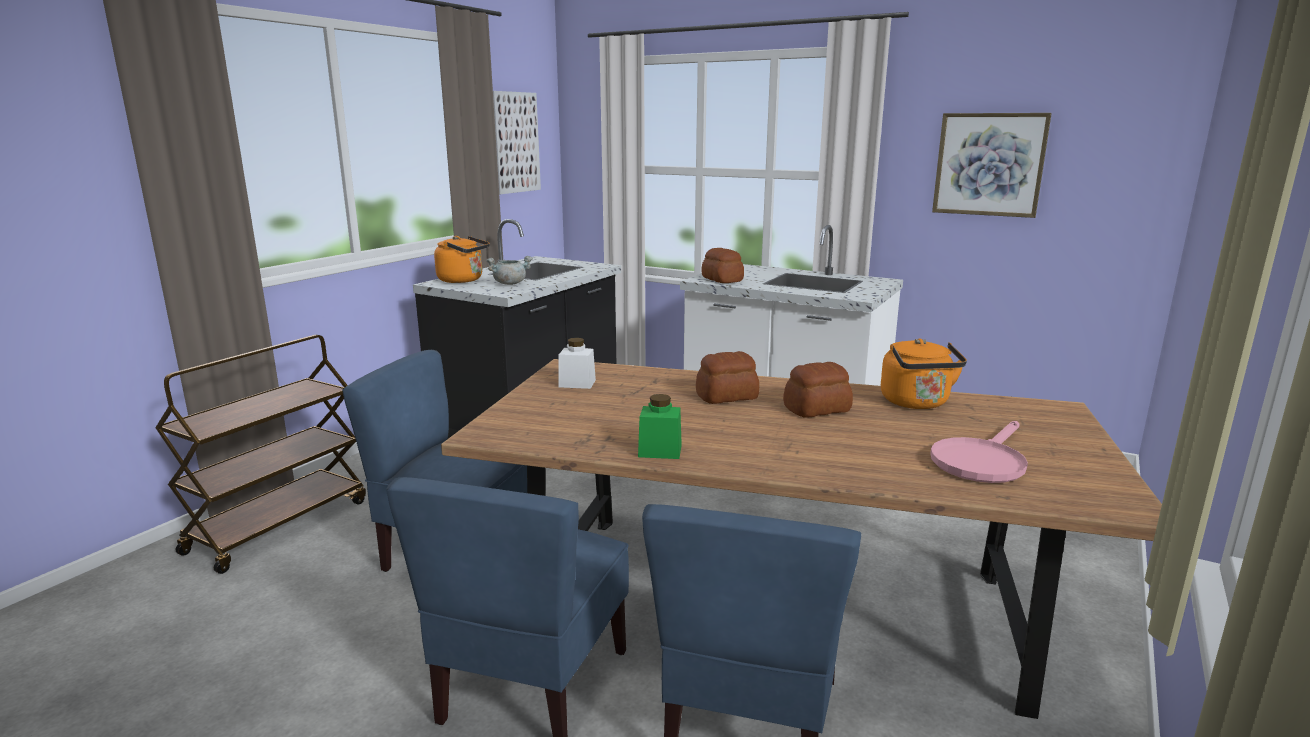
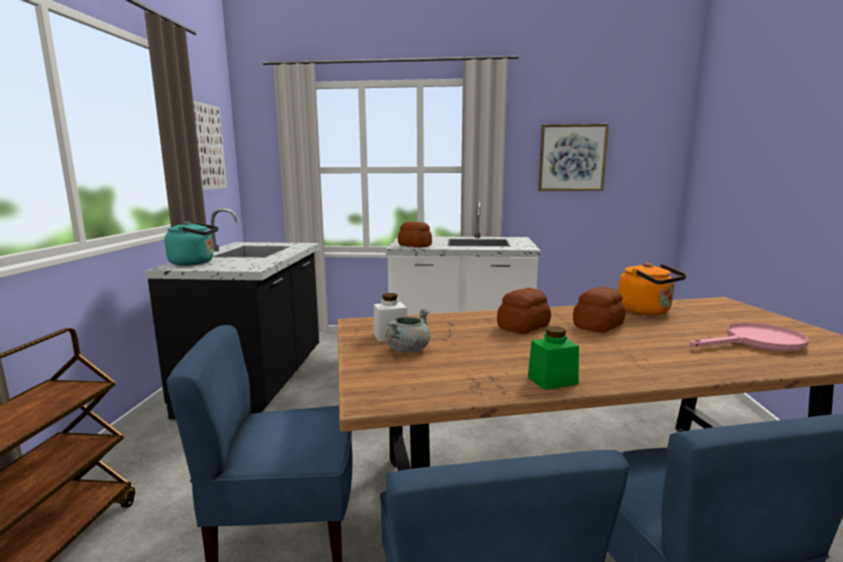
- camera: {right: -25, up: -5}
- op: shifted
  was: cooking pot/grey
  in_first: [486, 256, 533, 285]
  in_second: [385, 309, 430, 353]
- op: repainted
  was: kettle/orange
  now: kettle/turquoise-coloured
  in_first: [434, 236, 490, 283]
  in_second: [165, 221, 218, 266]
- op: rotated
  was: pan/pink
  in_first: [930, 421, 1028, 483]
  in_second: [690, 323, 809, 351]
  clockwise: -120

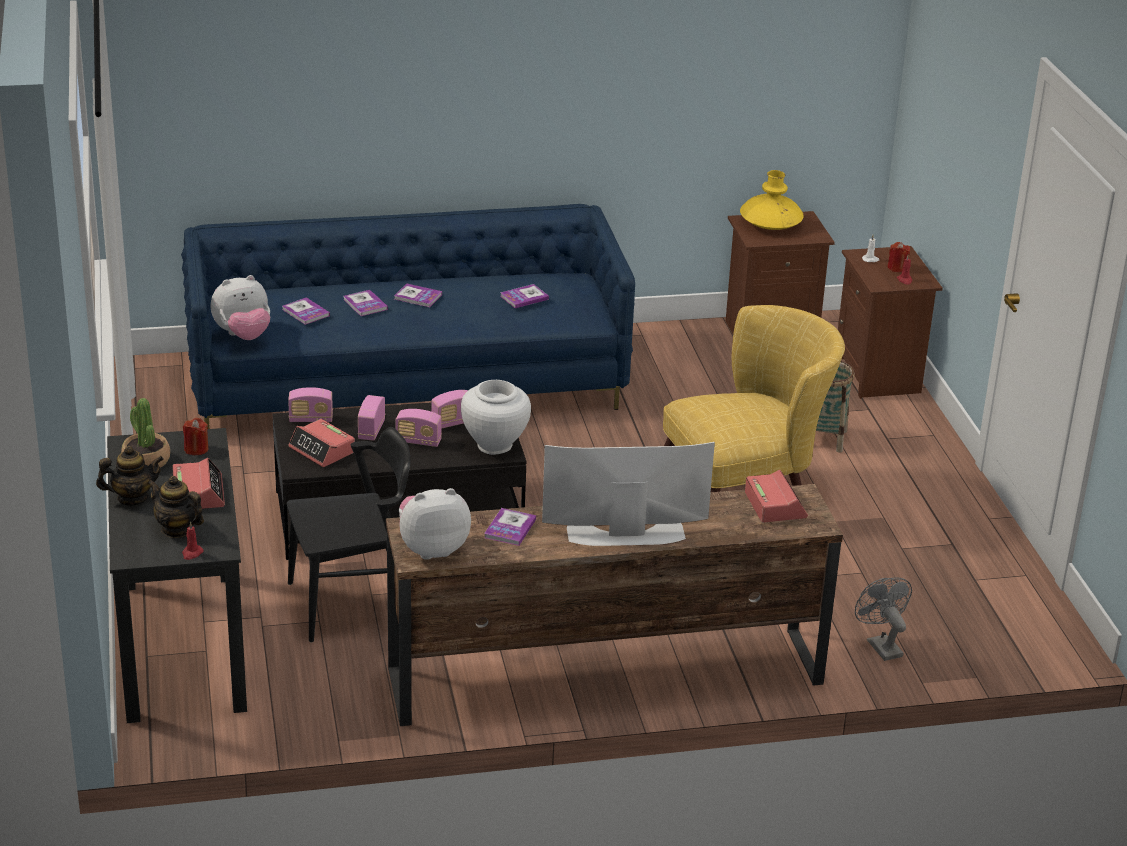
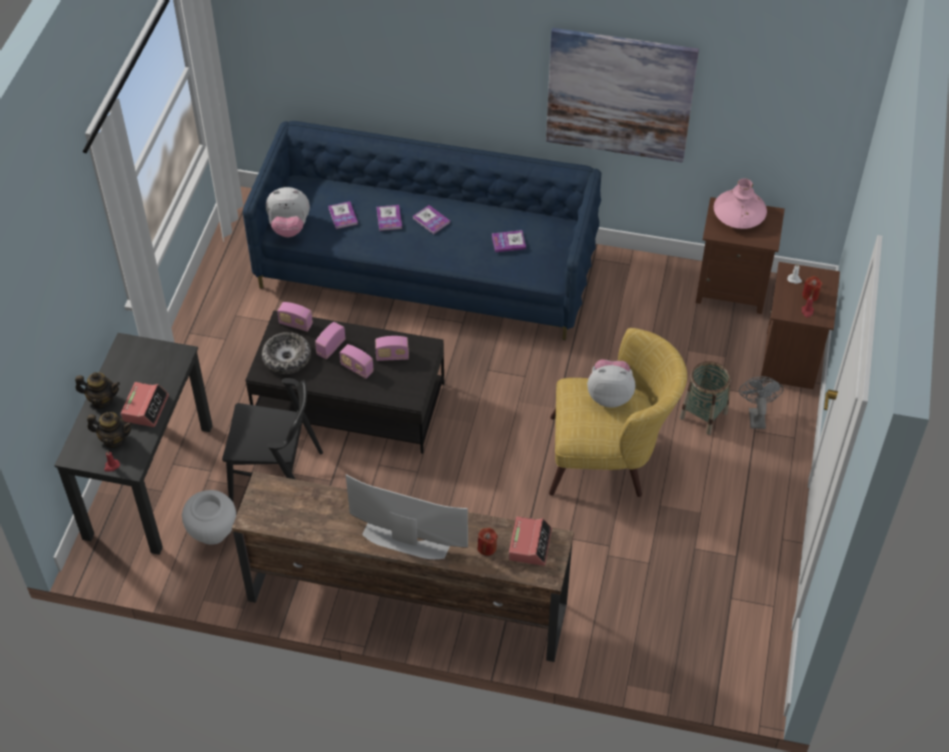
- camera: {right: 25, up: 20}
- op: gone
  was: plant in a pot
  in_first: [121, 398, 170, 467]
- op: gone
  was: bound book
  in_first: [484, 508, 536, 546]
- op: new
  now: wall picture
  in_second: [546, 28, 699, 163]
- op: shifted
  was: candle/reddish
  in_first: [183, 418, 208, 455]
  in_second: [477, 528, 498, 556]
- op: shifted
  was: soft toy
  in_first: [399, 488, 471, 560]
  in_second: [587, 359, 636, 408]
- op: shifted
  was: decorative vase/white-coloured
  in_first: [461, 380, 531, 455]
  in_second: [182, 490, 236, 545]
- op: shifted
  was: cooling fan/grey
  in_first: [855, 577, 912, 661]
  in_second: [739, 376, 784, 429]
- op: swapped
  was: table clock
  now: bowl
  in_first: [289, 419, 355, 467]
  in_second: [262, 332, 311, 374]
- op: repainted
  was: decorative vase/yellow
  now: decorative vase/pink
  in_first: [740, 170, 804, 230]
  in_second: [714, 178, 767, 229]
- op: rotated
  was: teapot
  in_first: [148, 476, 204, 538]
  in_second: [87, 412, 133, 448]
  clockwise: 135

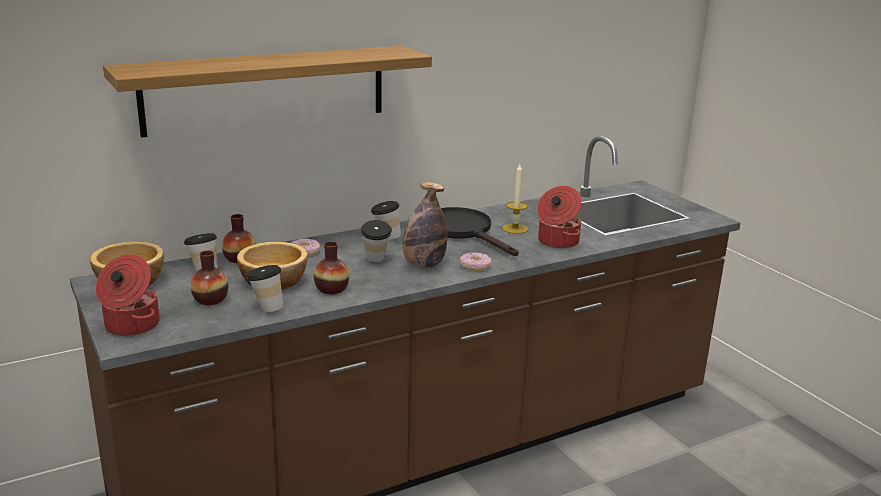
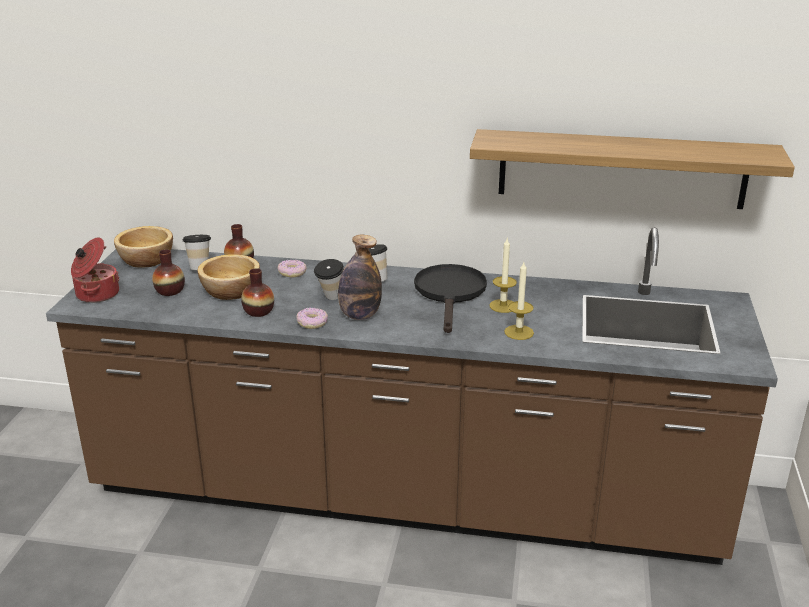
- camera: {right: 40, up: 5}
- op: gone
  was: cup
  in_first: [246, 265, 283, 312]
- op: shifted
  was: bracket shelf
  in_first: [103, 46, 432, 138]
  in_second: [470, 129, 795, 209]
- op: shifted
  was: ring doughnut
  in_first: [460, 252, 491, 271]
  in_second: [296, 308, 328, 329]
- op: swapped
  was: cooking pot
  now: candle
  in_first: [537, 186, 582, 249]
  in_second: [504, 262, 534, 340]

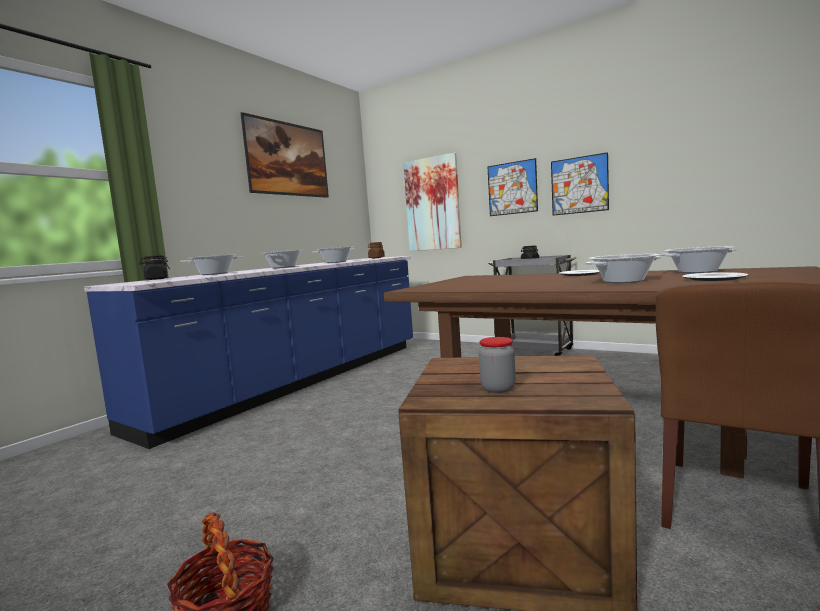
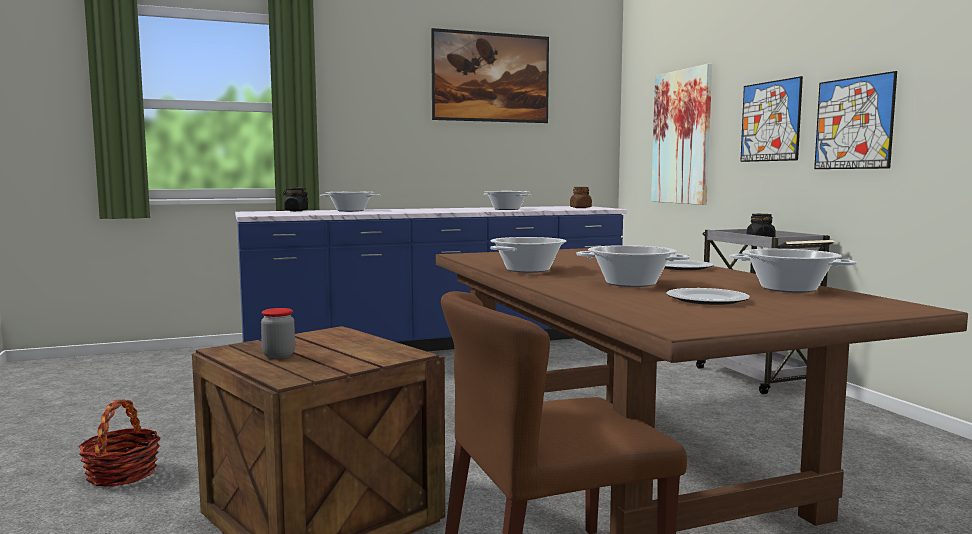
- camera: {right: 35, up: 0}
- op: shifted
  was: cooking pot
  in_first: [263, 250, 303, 268]
  in_second: [490, 237, 567, 273]

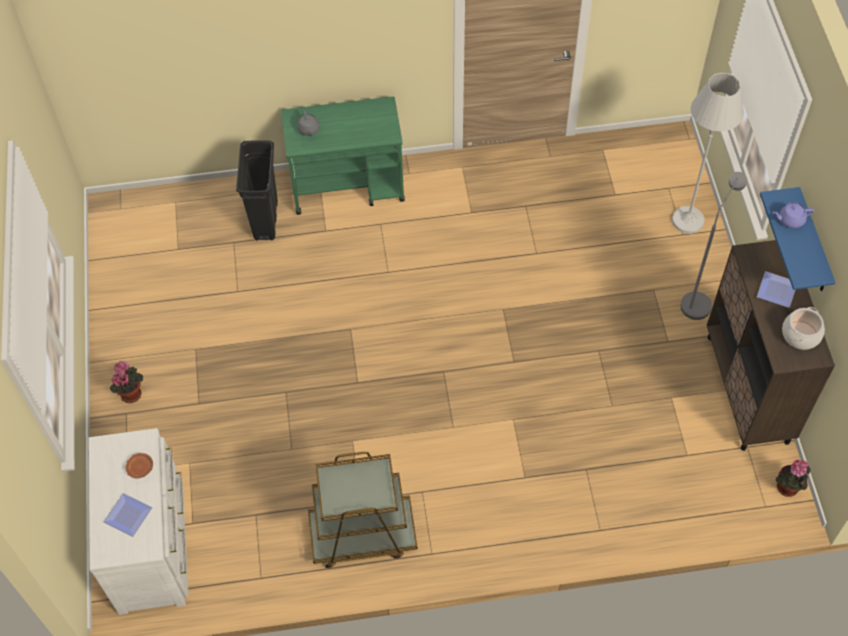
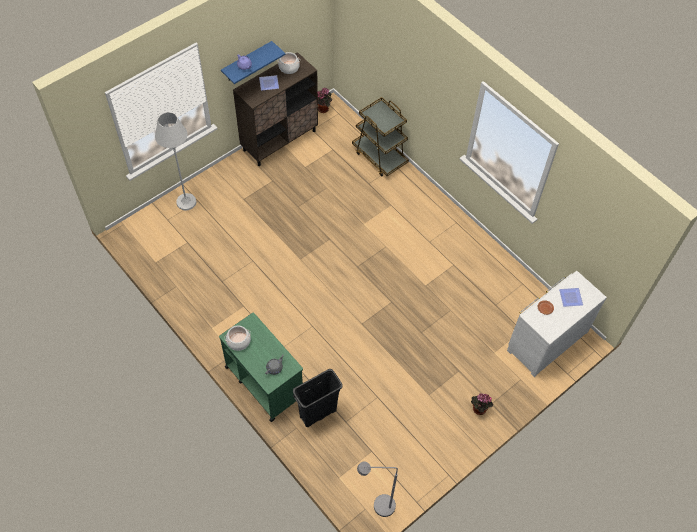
- camera: {right: -125, up: 0}
- op: new
  now: cooking pot
  in_second: [224, 325, 251, 351]
- op: shifted
  was: wheeled cart/brown
  in_first: [308, 452, 418, 568]
  in_second: [352, 97, 409, 177]
- op: shifted
  was: standard lamp/grey
  in_first: [680, 172, 747, 320]
  in_second: [357, 461, 398, 517]

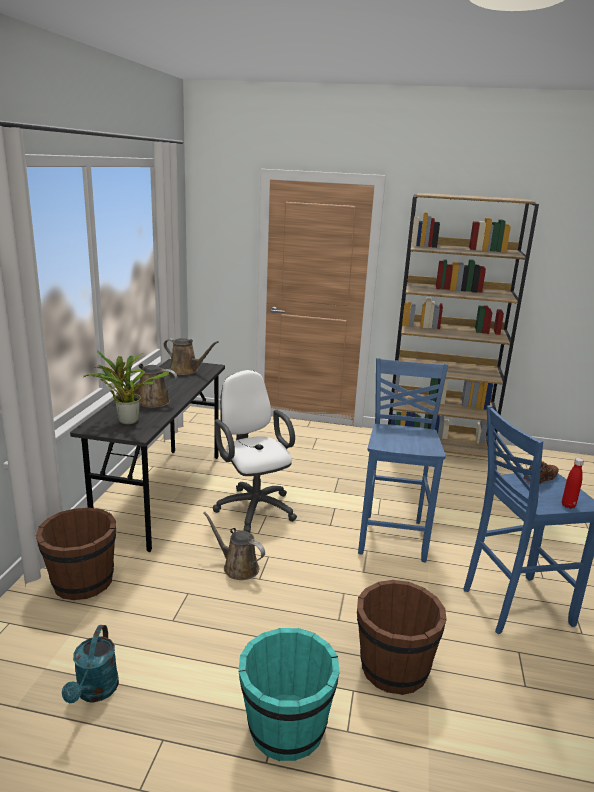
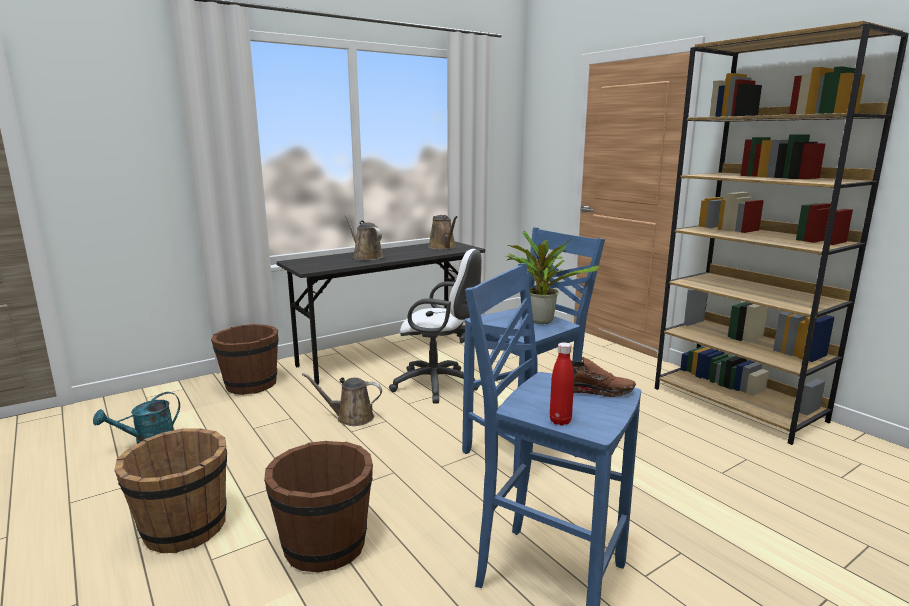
- camera: {right: 45, up: -5}
- op: shifted
  was: plant in a pot
  in_first: [83, 351, 169, 425]
  in_second: [506, 231, 599, 324]
- op: repainted
  was: bucket/turquoise-coloured
  now: bucket/brown
  in_first: [239, 628, 340, 761]
  in_second: [114, 428, 227, 553]
- op: rotated
  was: sprinkling can/brown
  in_first: [203, 511, 265, 580]
  in_second: [302, 373, 382, 426]
  clockwise: -75
- op: rotated
  was: desk chair/white-coloured
  in_first: [213, 370, 297, 533]
  in_second: [389, 249, 482, 403]
  clockwise: 90

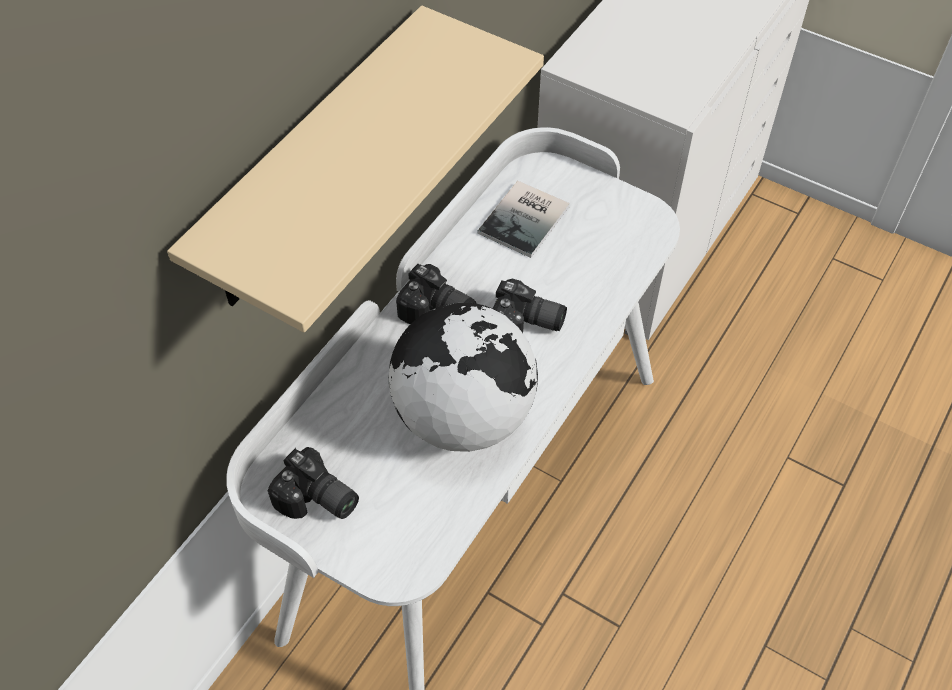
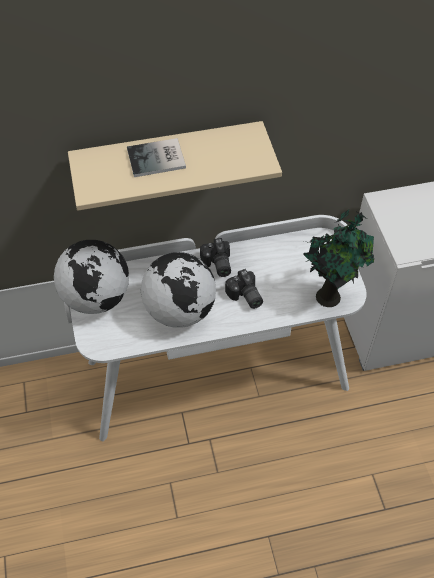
- camera: {right: 45, up: 0}
- op: new
  now: plant in a pot
  in_second: [303, 210, 374, 307]
- op: shifted
  was: bound book
  in_first: [477, 181, 570, 258]
  in_second: [127, 138, 186, 177]
- op: swapped
  was: still camera
  now: desk globe
  in_first: [268, 447, 359, 519]
  in_second: [54, 240, 129, 314]

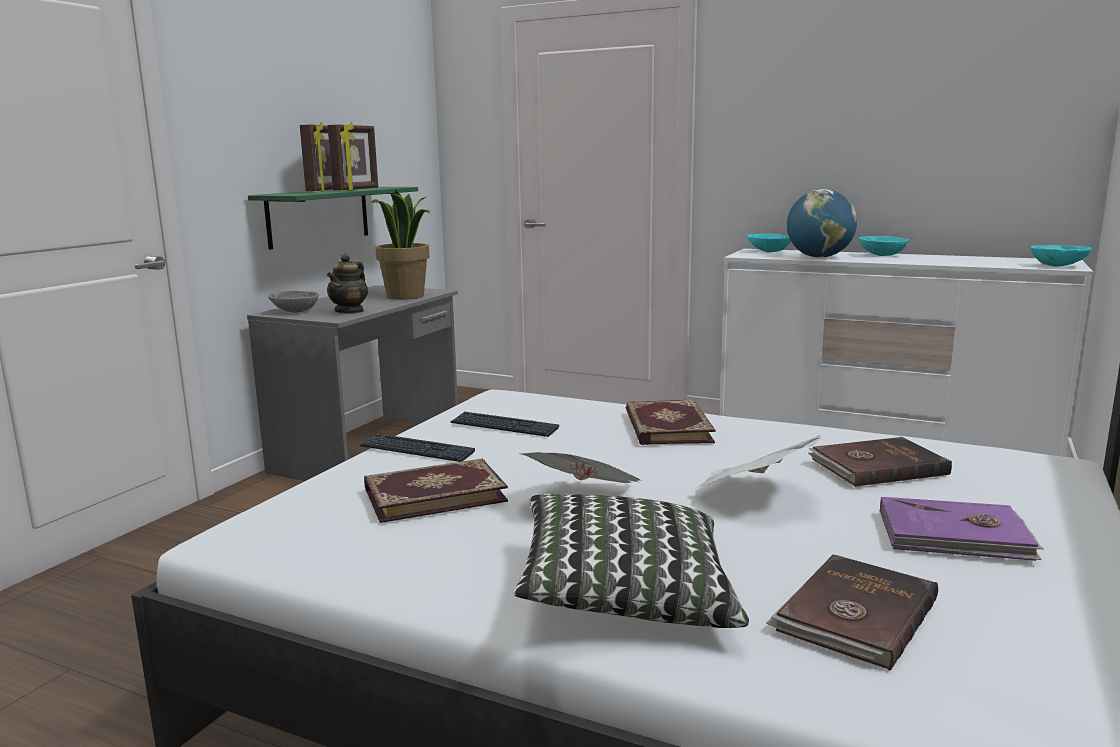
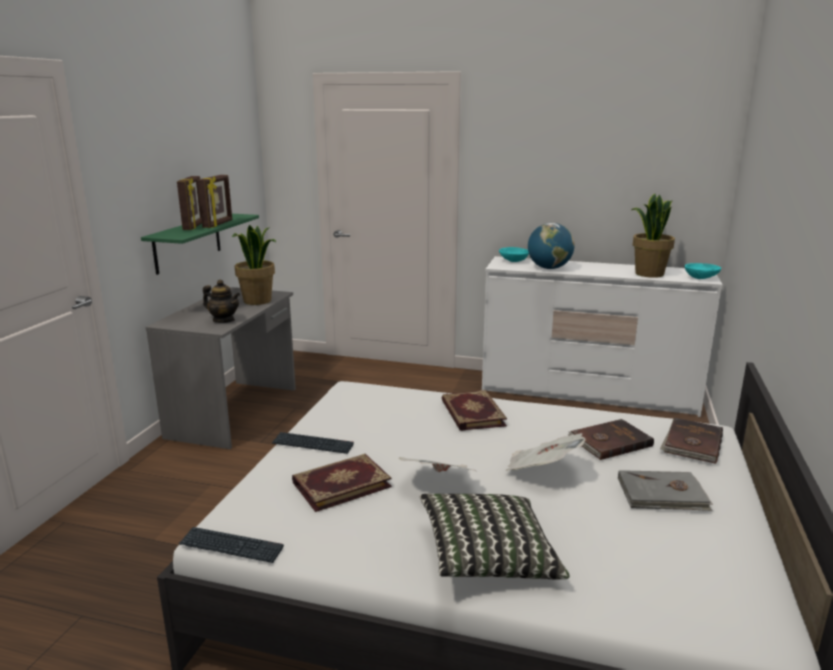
- camera: {right: -10, up: 5}
- op: gone
  was: bowl/grey
  in_first: [268, 291, 319, 313]
- op: gone
  was: bowl/turquoise-coloured
  in_first: [859, 236, 909, 256]
- op: new
  now: plant in a pot
  in_second: [631, 194, 675, 278]
- op: shifted
  was: computer keyboard
  in_first: [450, 412, 559, 437]
  in_second: [179, 527, 284, 563]
- op: shifted
  was: bound book/brown
  in_first: [766, 554, 938, 670]
  in_second: [660, 418, 723, 464]
- op: repainted
  was: bound book/purple-coloured
  now: bound book/grey
  in_first: [880, 497, 1044, 561]
  in_second: [618, 470, 713, 511]
- op: rotated
  was: teapot
  in_first: [327, 254, 368, 314]
  in_second: [203, 280, 240, 323]
  clockwise: -75

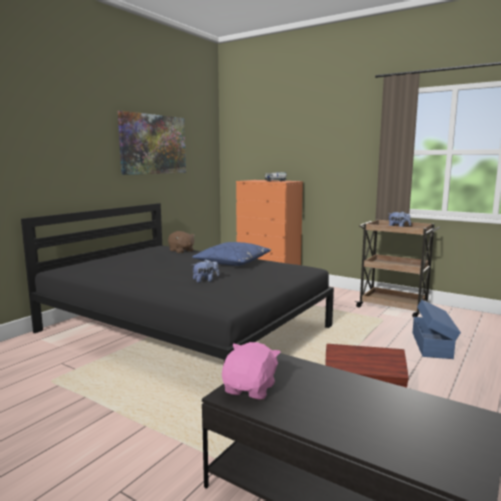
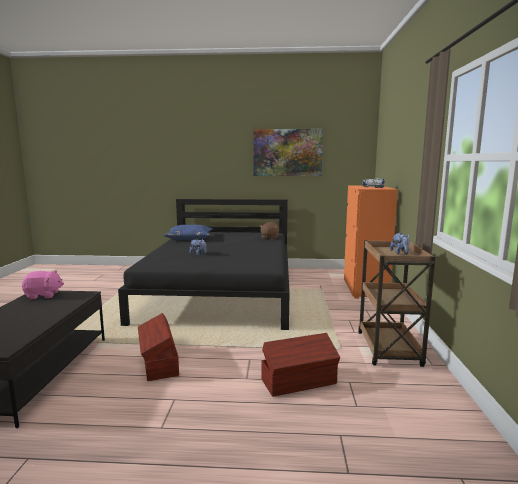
- camera: {right: 60, up: 0}
- op: shifted
  was: pillow/bluish
  in_first: [192, 242, 271, 266]
  in_second: [163, 225, 213, 240]
- op: repainted
  was: storage box/bluish
  now: storage box/brown
  in_first: [413, 300, 461, 359]
  in_second: [261, 333, 340, 397]

